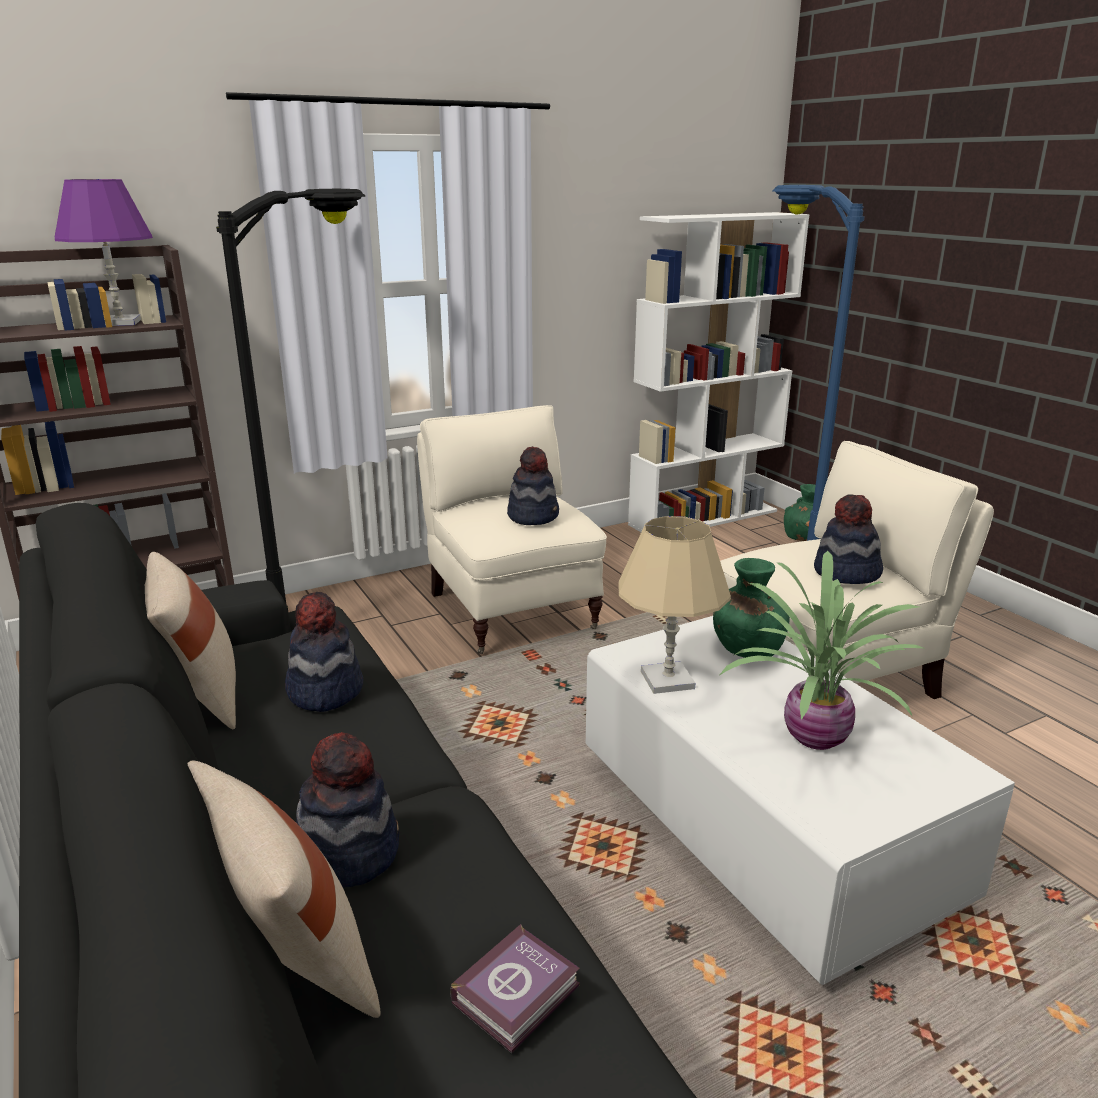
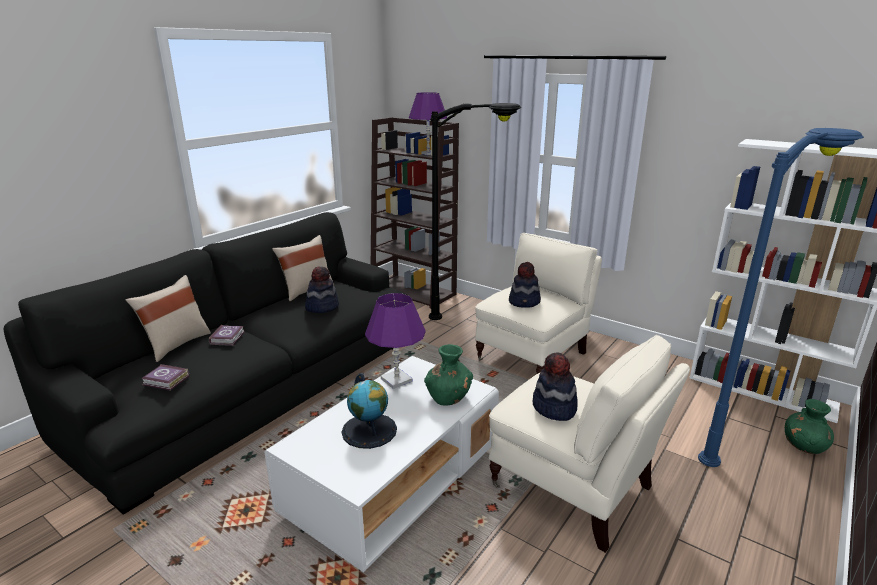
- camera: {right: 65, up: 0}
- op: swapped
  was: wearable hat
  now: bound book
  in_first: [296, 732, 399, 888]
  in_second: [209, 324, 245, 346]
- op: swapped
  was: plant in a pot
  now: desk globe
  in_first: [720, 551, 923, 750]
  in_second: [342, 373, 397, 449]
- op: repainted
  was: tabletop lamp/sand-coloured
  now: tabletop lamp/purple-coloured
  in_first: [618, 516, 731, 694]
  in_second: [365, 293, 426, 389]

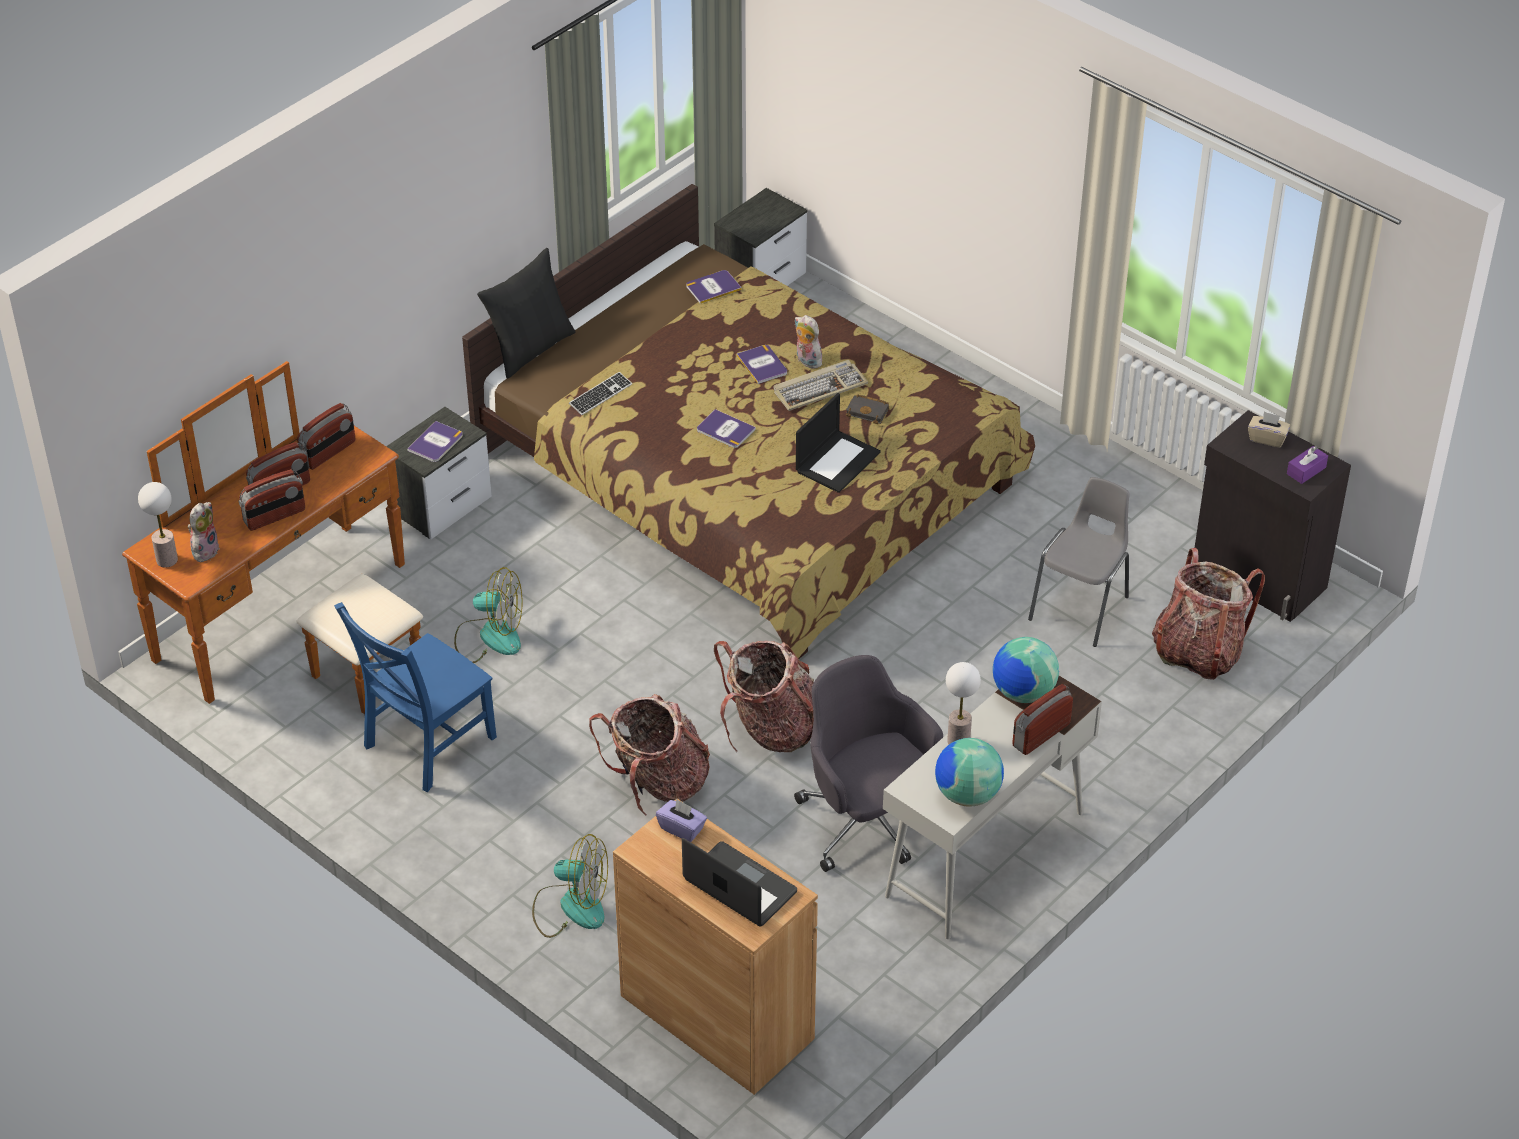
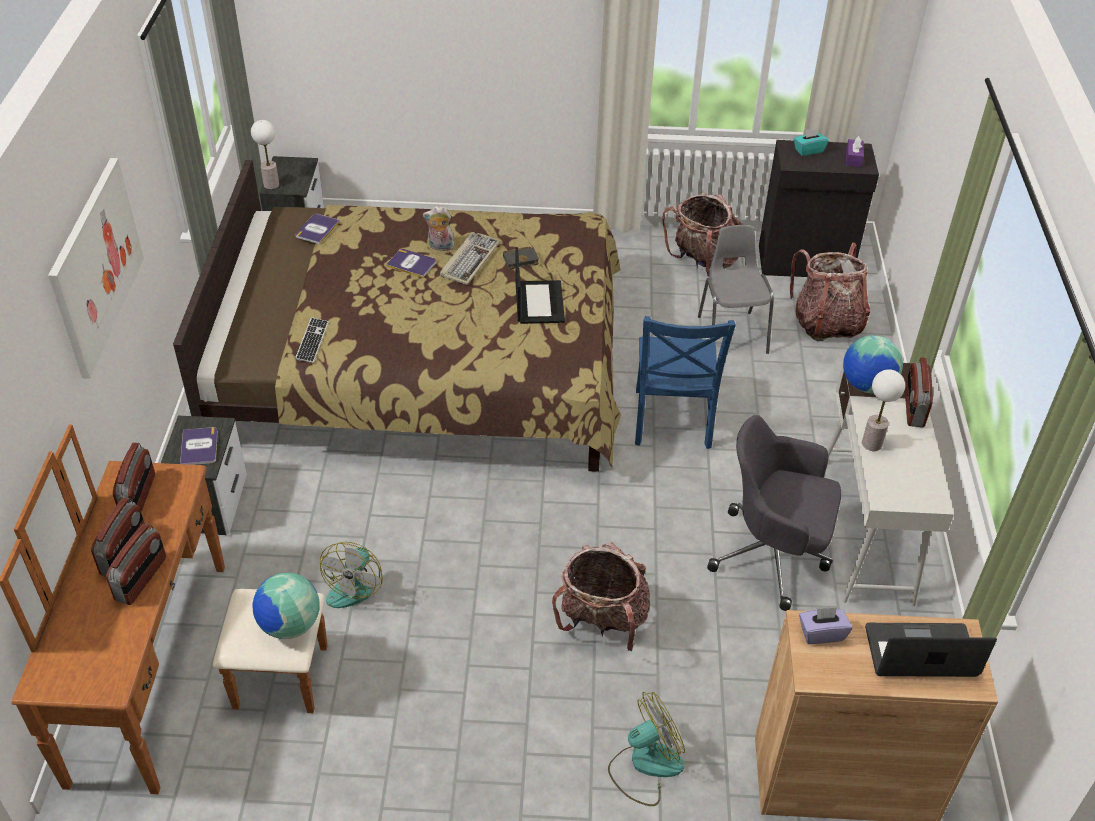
- camera: {right: -40, up: 0}
- op: gone
  was: soft toy
  in_first: [188, 502, 220, 563]
- op: gone
  was: pillow/black-coloured
  in_first: [477, 248, 576, 378]
- op: gone
  was: bound book
  in_first: [697, 409, 756, 448]
- op: new
  now: wall picture
  in_second: [48, 158, 144, 379]
- op: shifted
  was: tabletop lamp
  in_first: [138, 482, 178, 568]
  in_second: [251, 120, 279, 189]
- op: shifted
  was: plain chair/bluish
  in_first: [334, 602, 497, 792]
  in_second: [635, 316, 736, 449]
- op: shifted
  was: rucksack
  in_first: [714, 641, 814, 752]
  in_second: [662, 192, 743, 276]
- op: shifted
  was: desk globe
  in_first: [935, 738, 1004, 807]
  in_second: [253, 573, 320, 639]
- op: repainted
  was: box of tissues/sand-coloured
  now: box of tissues/turquoise-coloured
  in_first: [1248, 412, 1290, 448]
  in_second: [794, 128, 829, 156]
- op: rotated
  was: cooling fan
  in_first: [454, 567, 522, 663]
  in_second: [320, 542, 383, 608]
  clockwise: 135

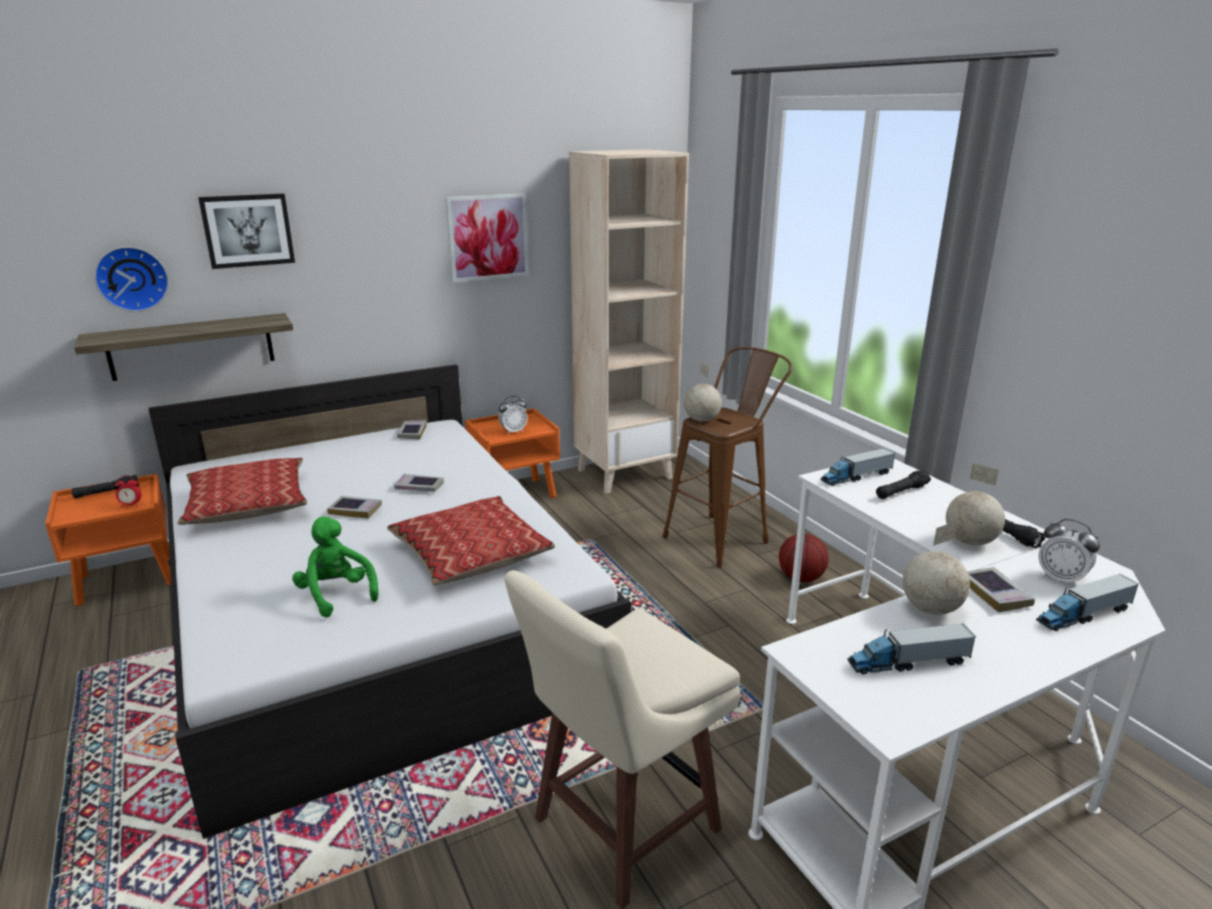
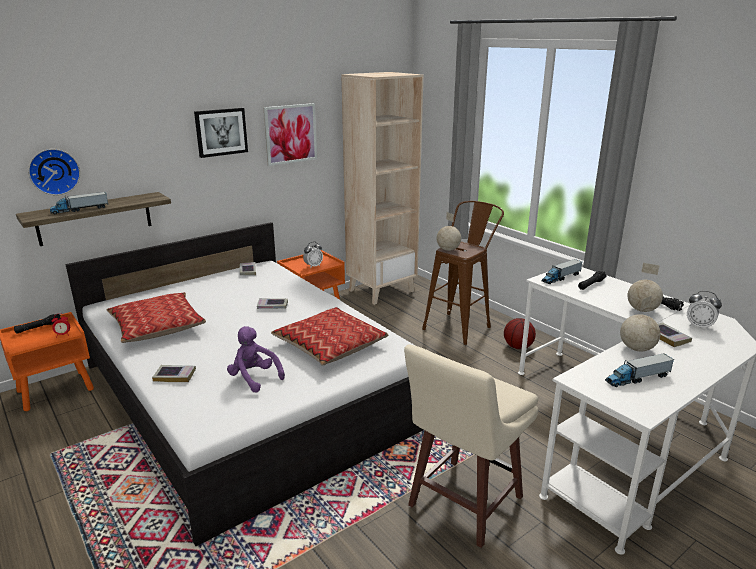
- camera: {right: -10, up: 0}
- op: shifted
  was: wall picture
  in_first: [198, 194, 295, 269]
  in_second: [194, 108, 248, 158]
- op: shifted
  was: bound book
  in_first: [327, 496, 382, 519]
  in_second: [152, 365, 196, 382]
- op: shifted
  was: toy lorry
  in_first: [1036, 574, 1139, 631]
  in_second: [50, 192, 108, 214]
- op: repainted
  was: soft toy/green-coloured
  now: soft toy/purple-coloured
  in_first: [292, 516, 379, 618]
  in_second: [227, 326, 285, 393]

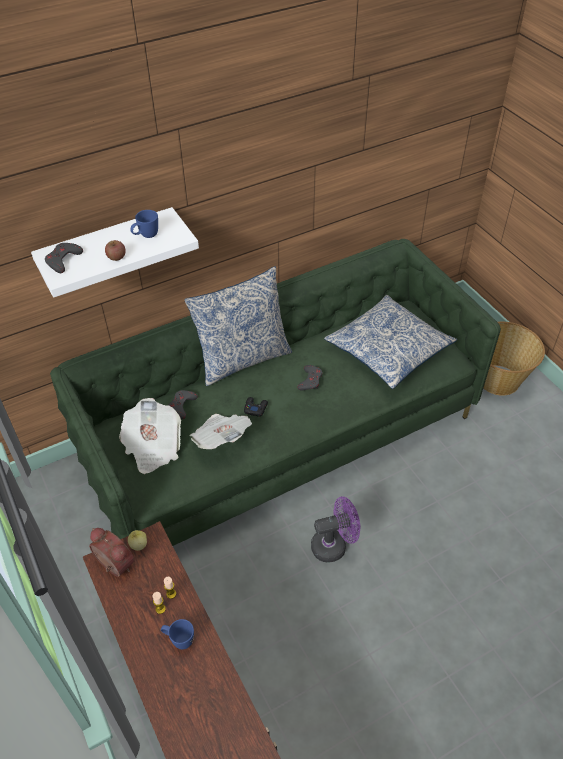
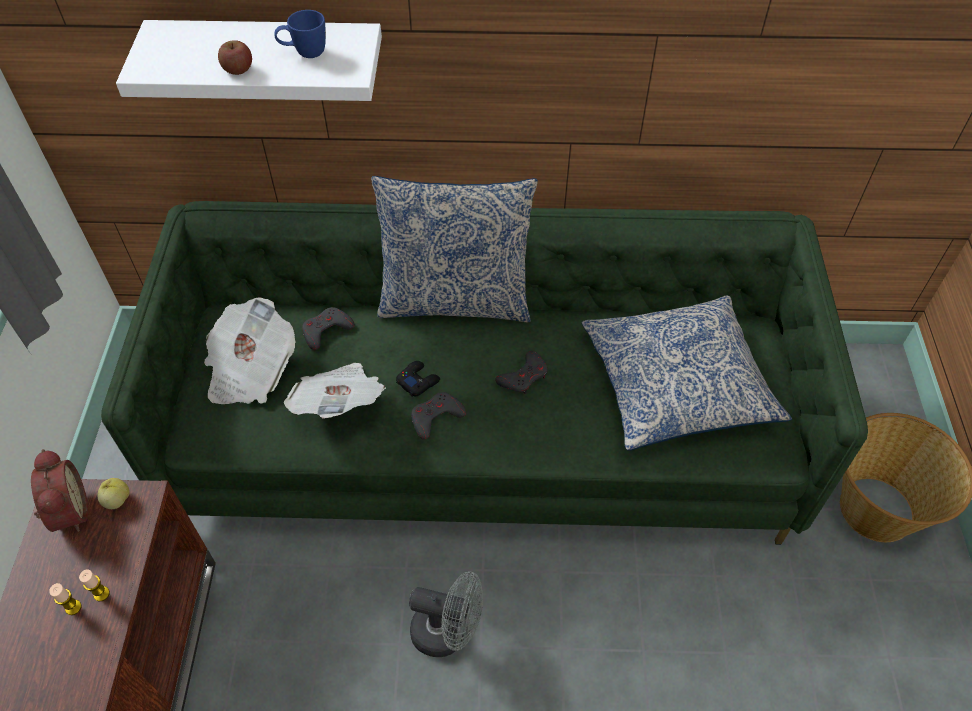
- camera: {right: 30, up: 5}
- op: gone
  was: mug/bluish
  in_first: [161, 619, 194, 649]
- op: shifted
  was: gamepad/grey
  in_first: [45, 243, 83, 273]
  in_second: [411, 392, 466, 440]
- op: repainted
  was: cooling fan/purple-coloured
  now: cooling fan/grey
  in_first: [311, 496, 360, 563]
  in_second: [409, 572, 483, 657]

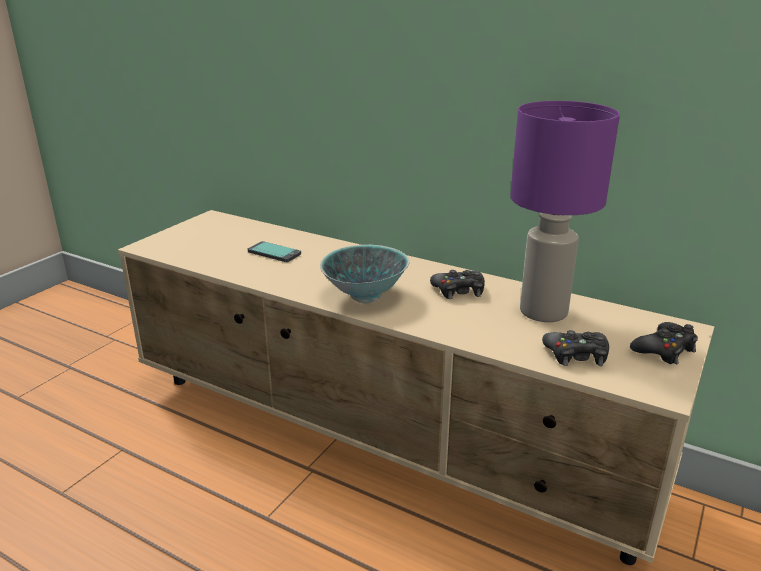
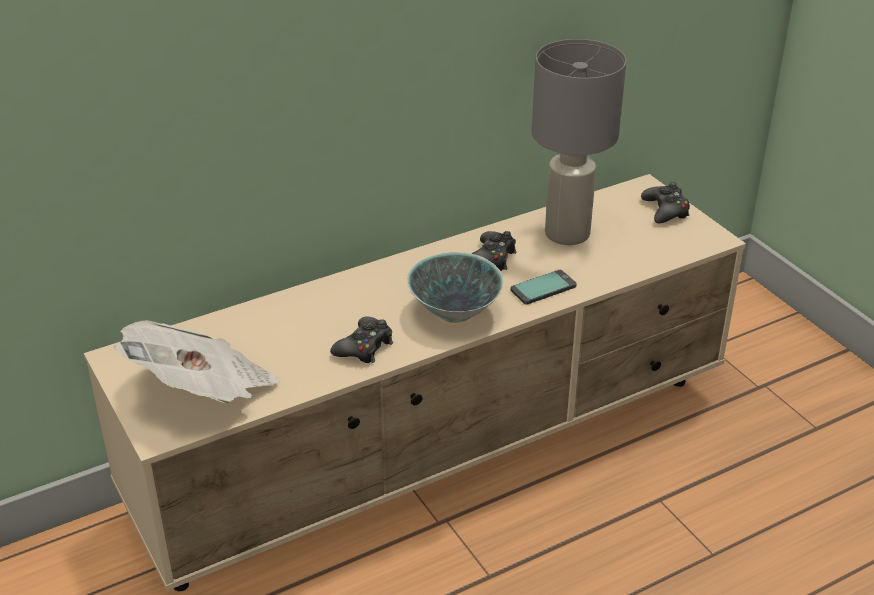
- camera: {right: -60, up: 10}
- op: new
  now: printed paper
  in_second: [114, 320, 280, 403]
- op: shifted
  was: phone
  in_first: [248, 241, 301, 262]
  in_second: [510, 270, 577, 305]
- op: shifted
  was: gamepad/black-coloured
  in_first: [542, 330, 609, 366]
  in_second: [330, 316, 393, 363]
- op: repainted
  was: tabletop lamp/purple-coloured
  now: tabletop lamp/grey
  in_first: [510, 101, 620, 322]
  in_second: [532, 39, 627, 245]

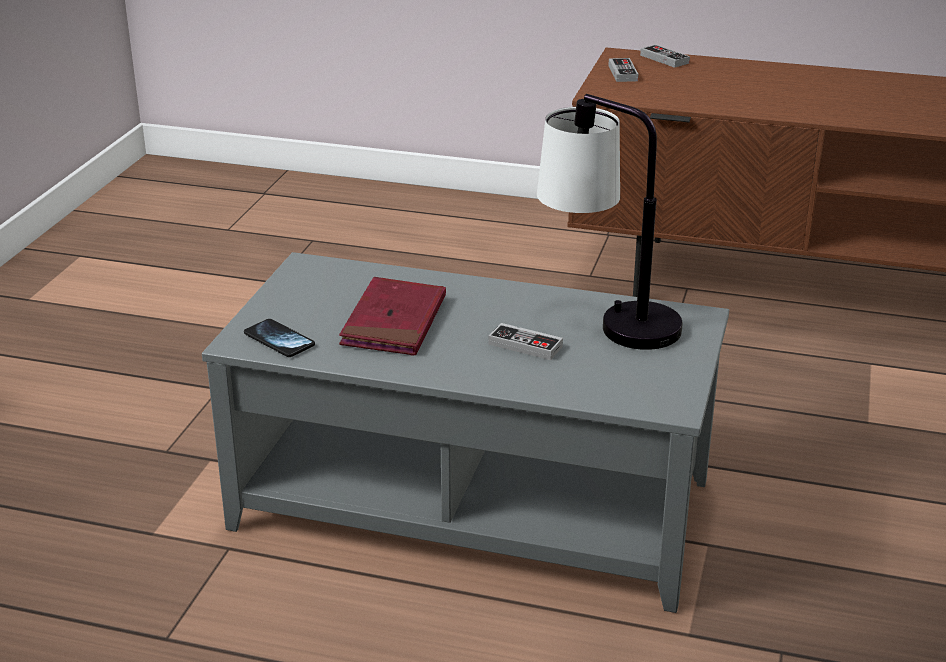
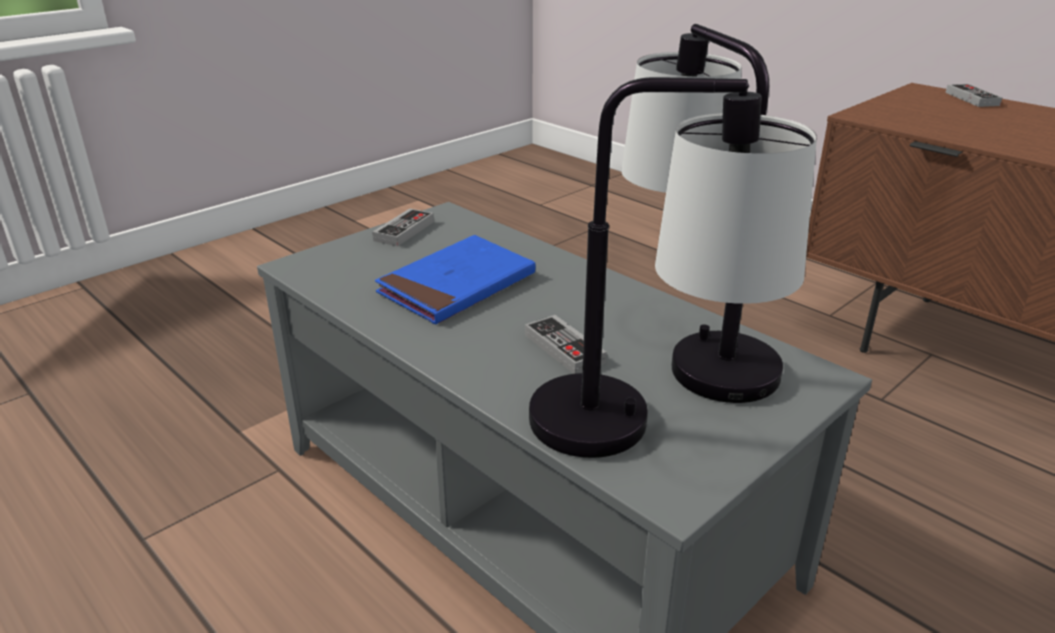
- camera: {right: 30, up: 0}
- op: gone
  was: phone
  in_first: [244, 319, 315, 357]
- op: new
  now: tabletop lamp
  in_second: [529, 77, 817, 458]
- op: shifted
  was: gamepad
  in_first: [608, 58, 638, 82]
  in_second: [372, 209, 434, 246]
- op: repainted
  was: bound book/reddish
  now: bound book/bluish
  in_first: [339, 277, 446, 356]
  in_second: [375, 235, 535, 324]

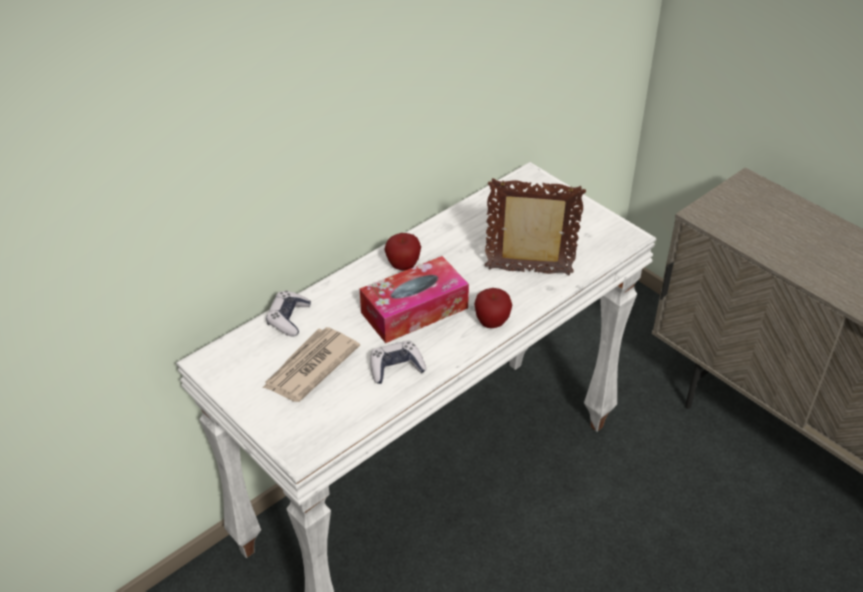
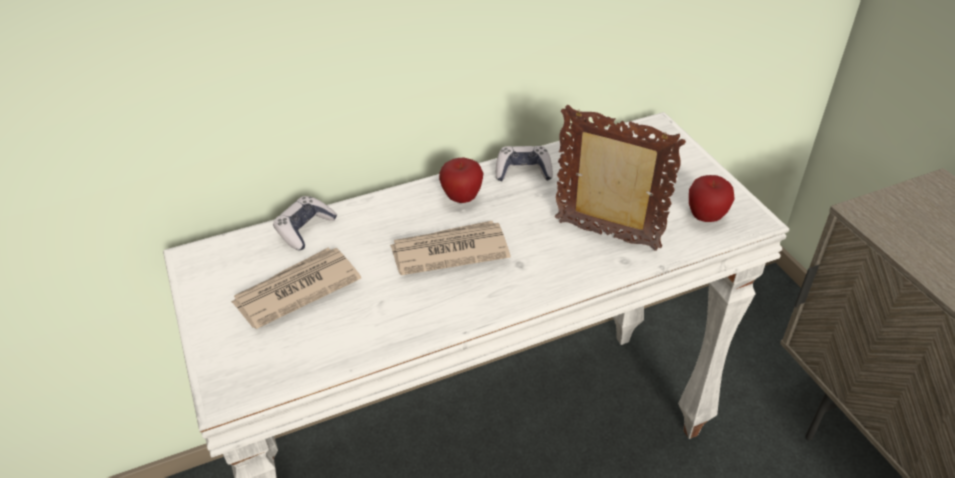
- camera: {right: 20, up: 0}
- op: shifted
  was: gamepad
  in_first: [370, 341, 427, 384]
  in_second: [496, 146, 553, 181]
- op: shifted
  was: whole apple
  in_first: [474, 288, 512, 328]
  in_second: [689, 175, 735, 222]
- op: swapped
  was: box of tissues
  now: printed paper
  in_first: [360, 256, 469, 343]
  in_second: [390, 221, 510, 275]

